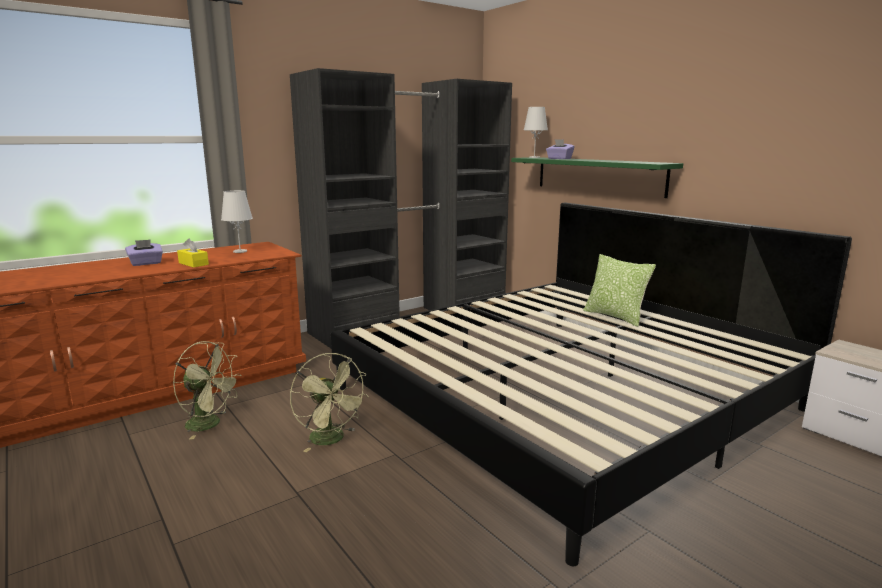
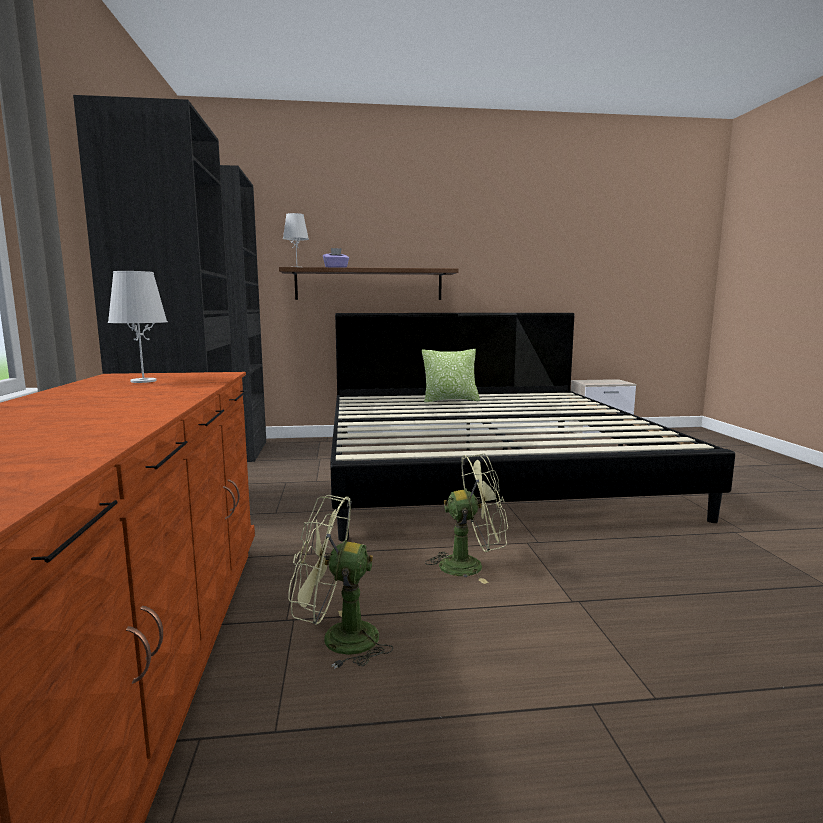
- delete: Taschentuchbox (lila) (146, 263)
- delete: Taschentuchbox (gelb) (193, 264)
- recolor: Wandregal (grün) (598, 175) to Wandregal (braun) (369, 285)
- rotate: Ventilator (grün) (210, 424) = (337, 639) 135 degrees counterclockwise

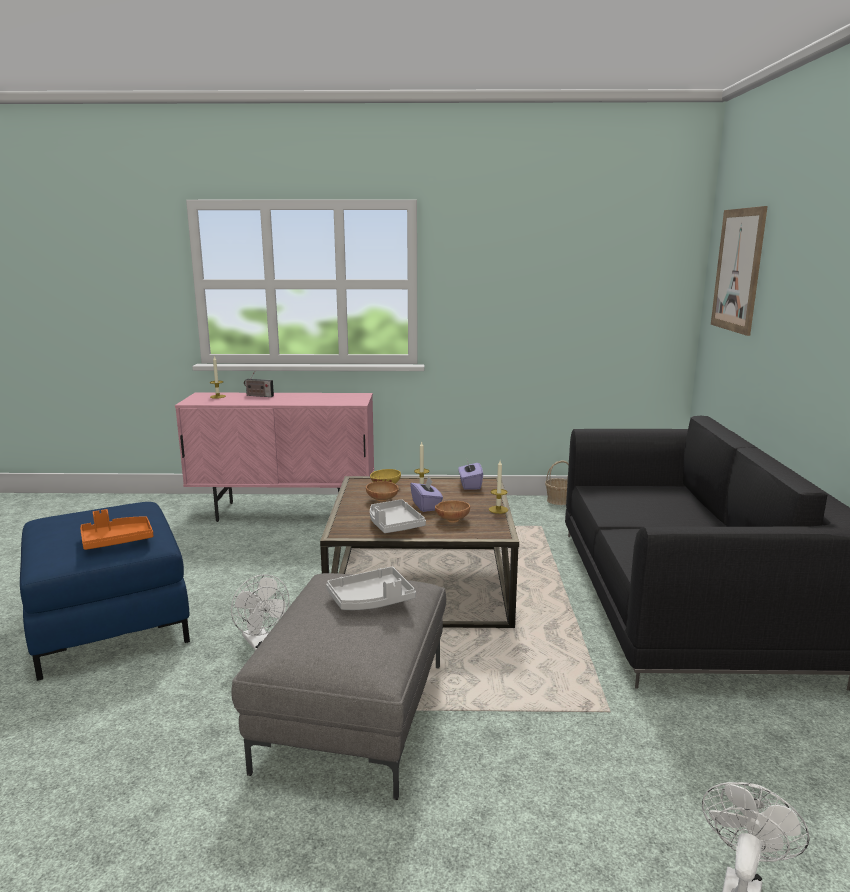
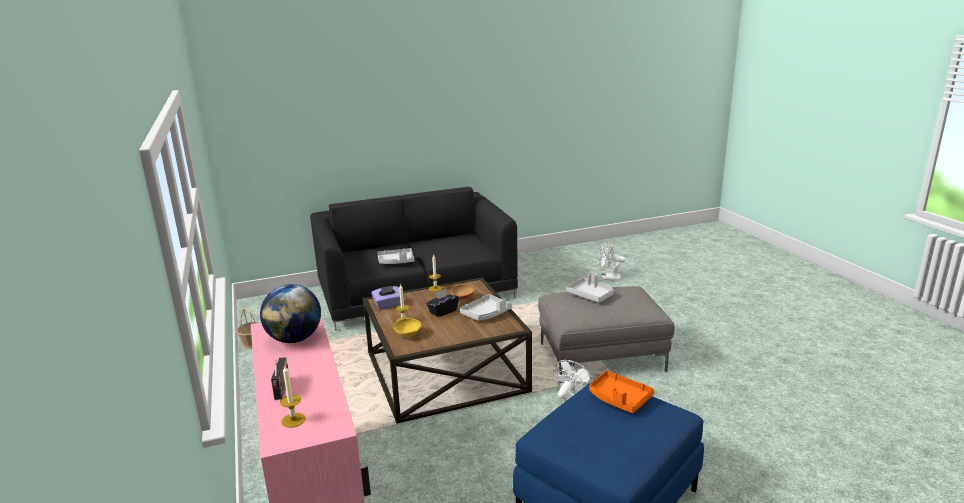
- delete: Schüssel (braun) (382, 500)
- delete: Bild (738, 270)
- insert: Globus (295, 339)
- insert: Tablett (grau) (396, 261)
- recolor: Taschentuchbox (lila) (426, 506) to Taschentuchbox (schwarz) (443, 311)

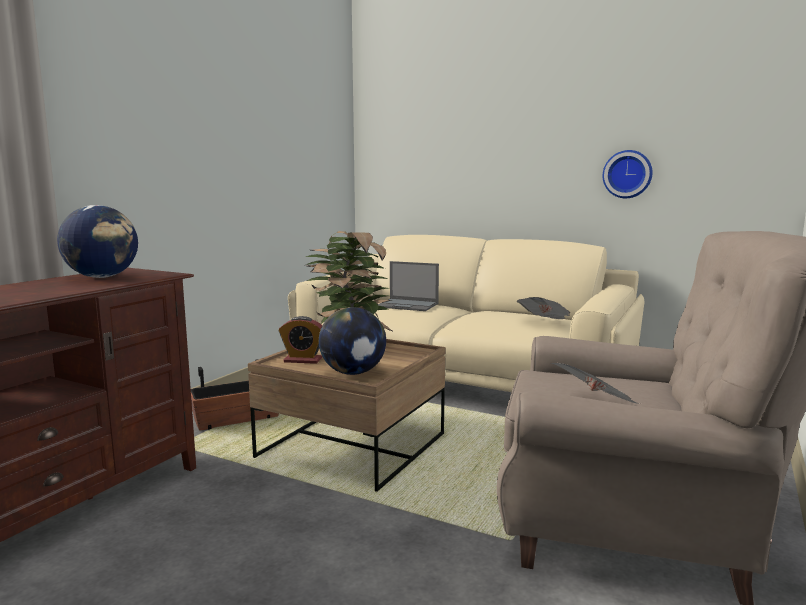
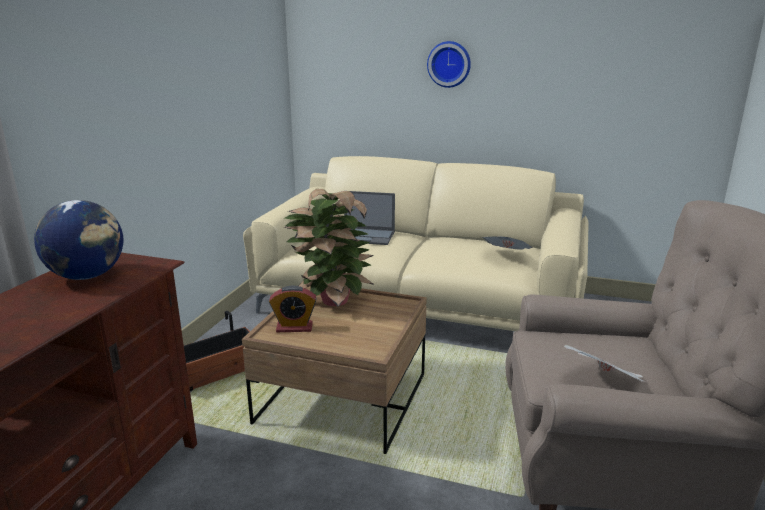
- delete: Globus (353, 373)
- move: Wanduhr (627, 174) to (449, 64)

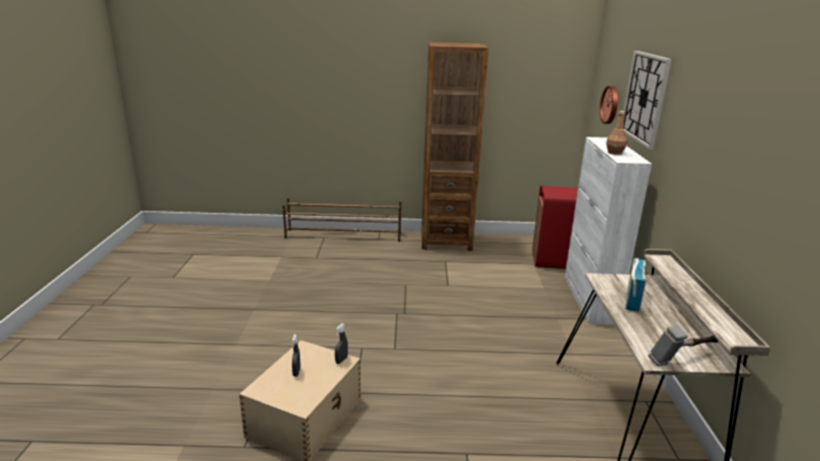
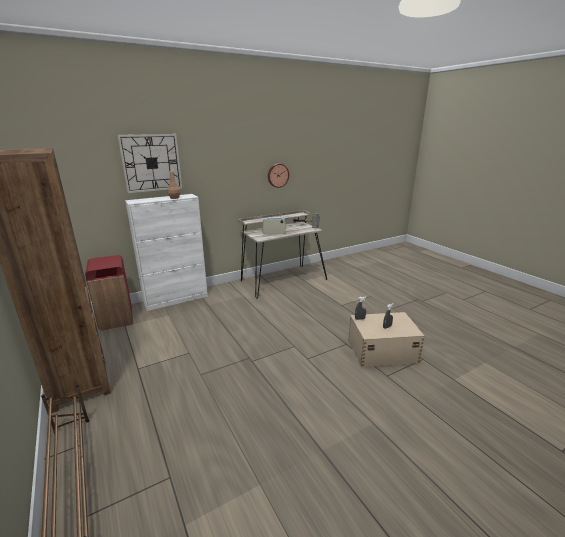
- move: Wanduhr (610, 105) to (277, 175)

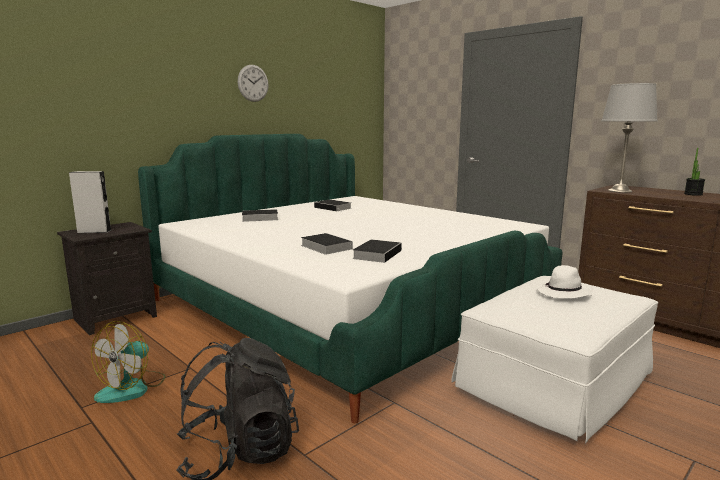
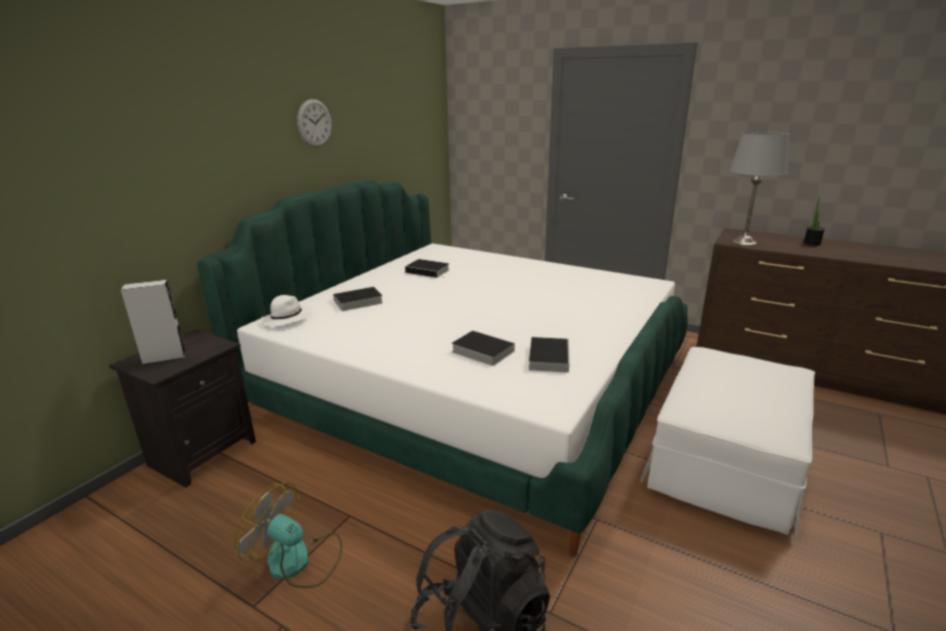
- move: Hut (weiß) (564, 293) to (286, 319)
- rotate: Ventilator (132, 388) = (298, 561) 105 degrees clockwise

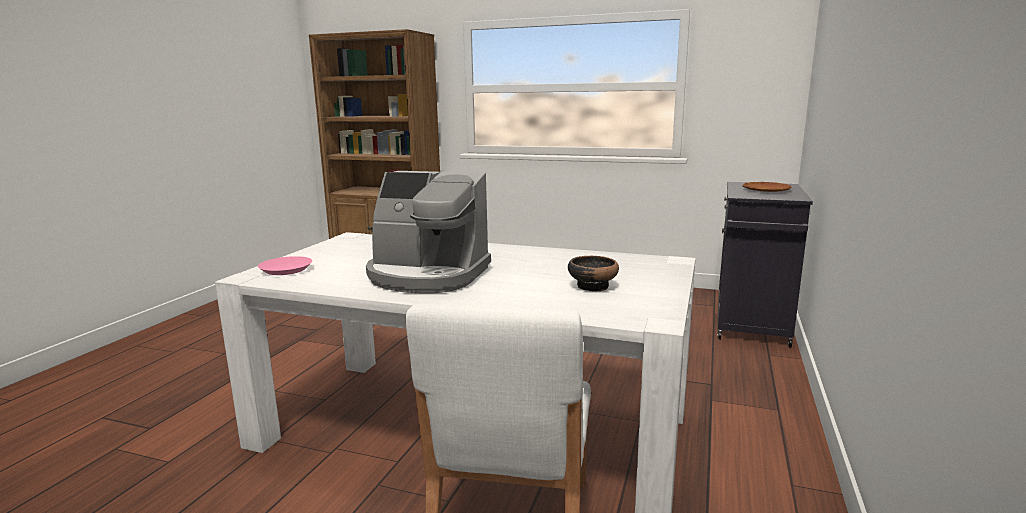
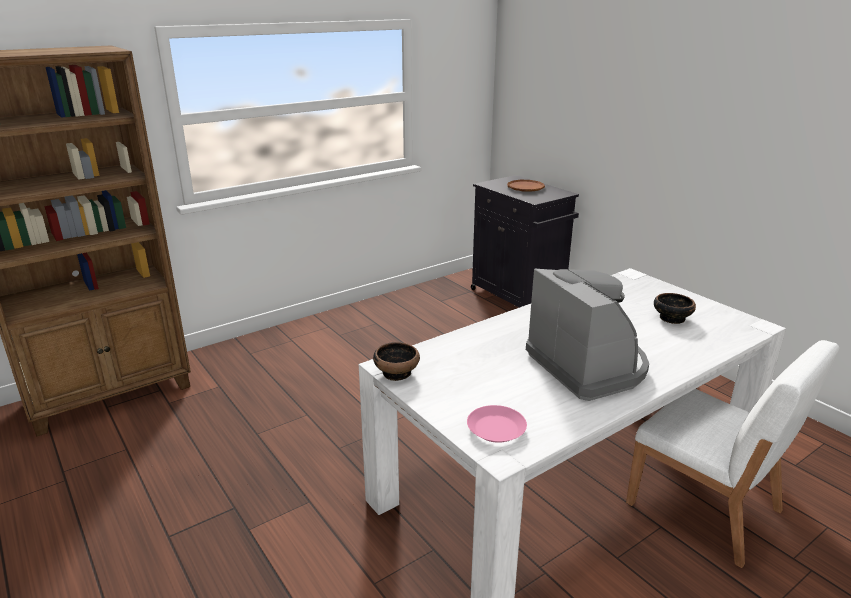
- insert: Schüssel (397, 372)
- rotate: Kaffeemaschine (427, 275) = (588, 365) 75 degrees counterclockwise

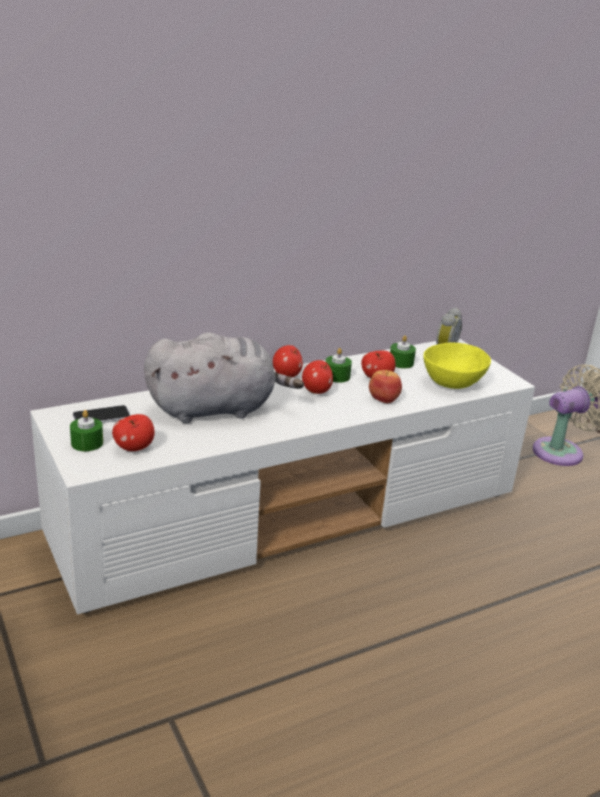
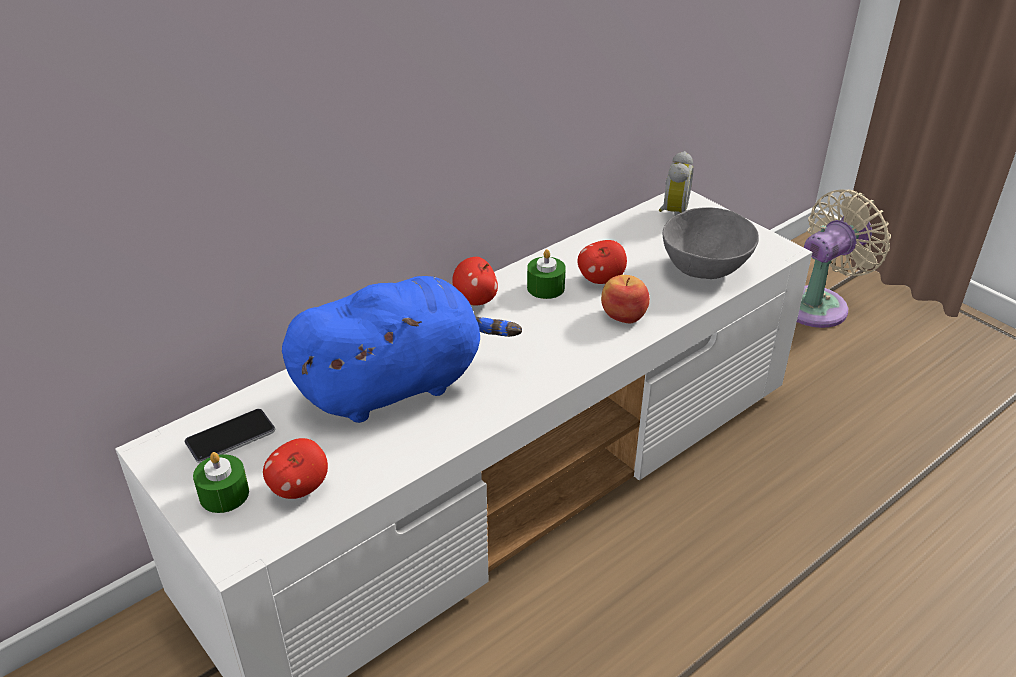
- delete: Apfel (316, 391)
- delete: Kerze (grün) (401, 362)
- recolor: Plüschtier (grau) (216, 409) to Plüschtier (blau) (397, 385)
- recolor: Schüssel (gelb) (454, 383) to Schüssel (grau) (706, 268)

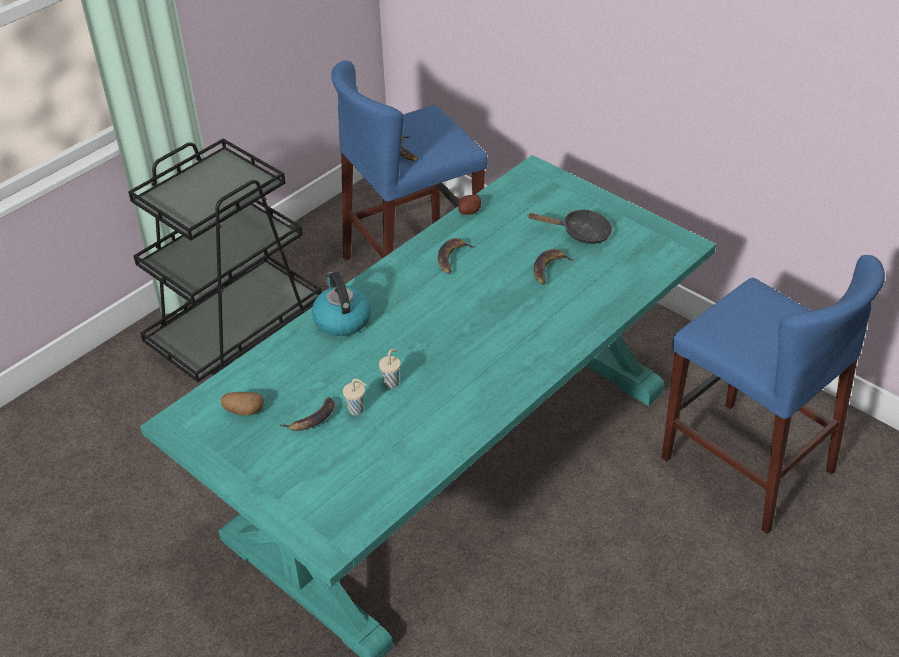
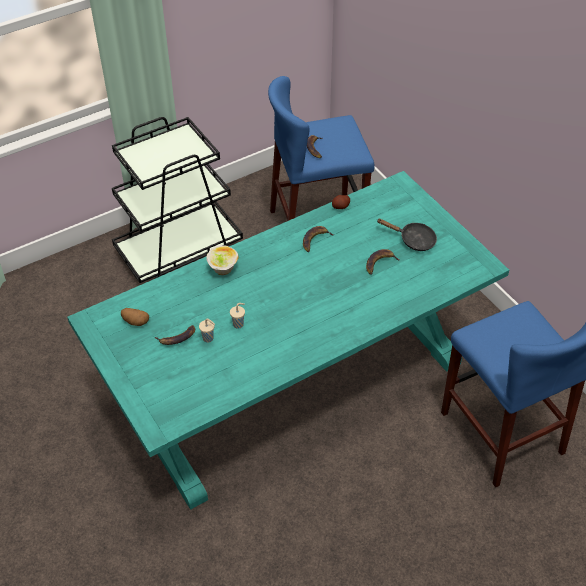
- replace: Wasserkessel (342, 319) to Schüssel (222, 270)

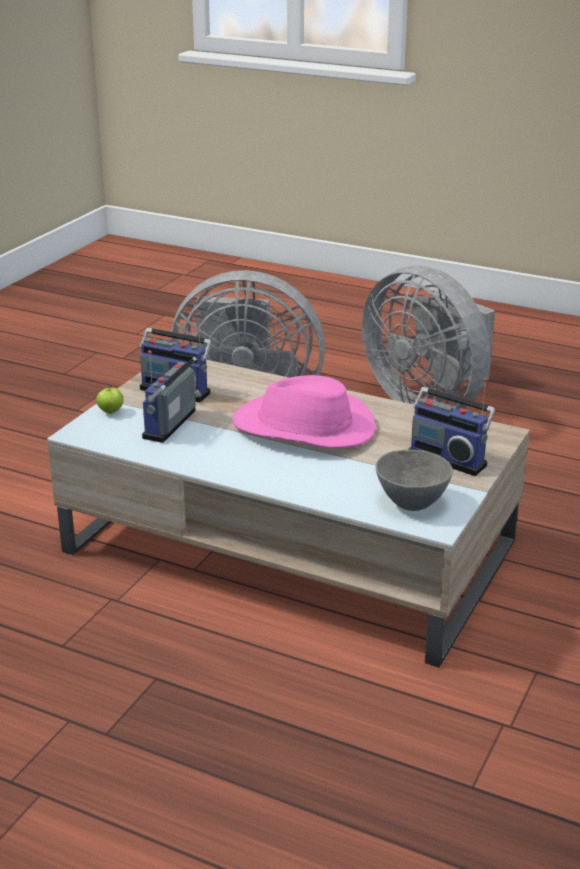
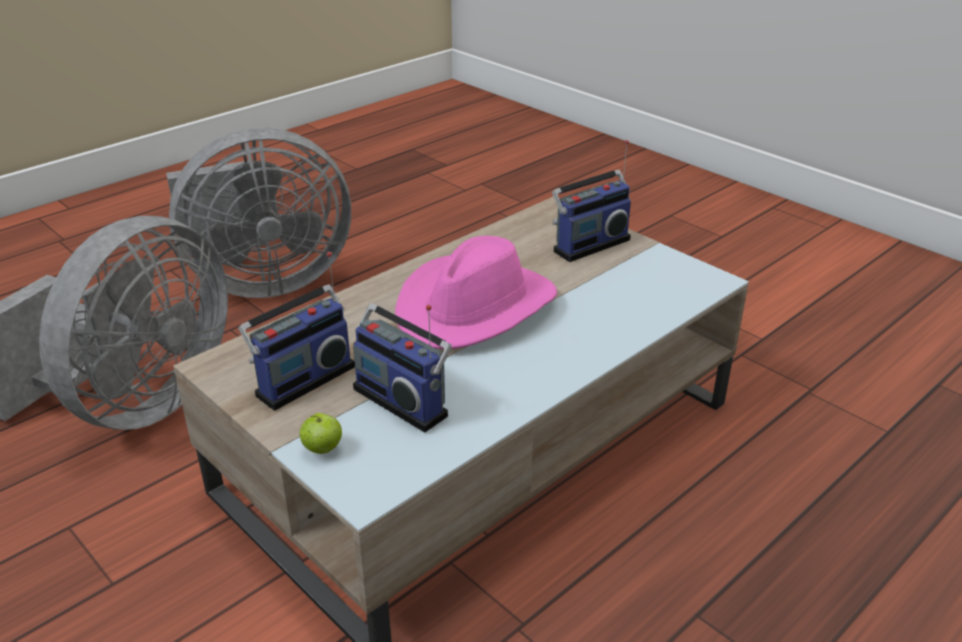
- delete: Schüssel (grau) (411, 504)

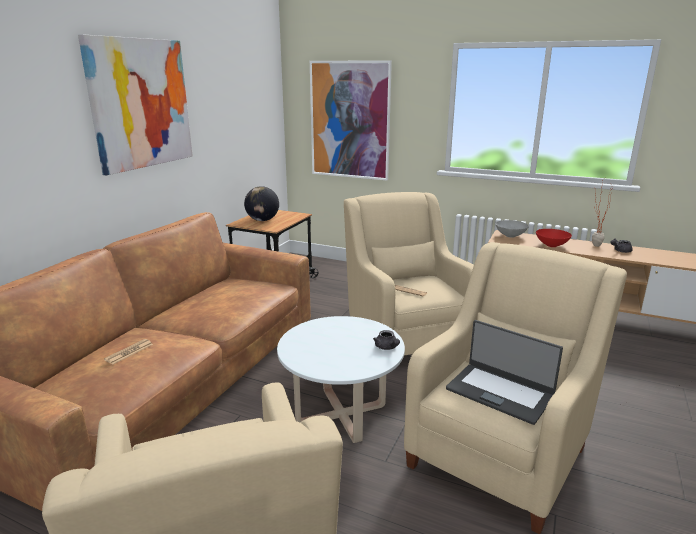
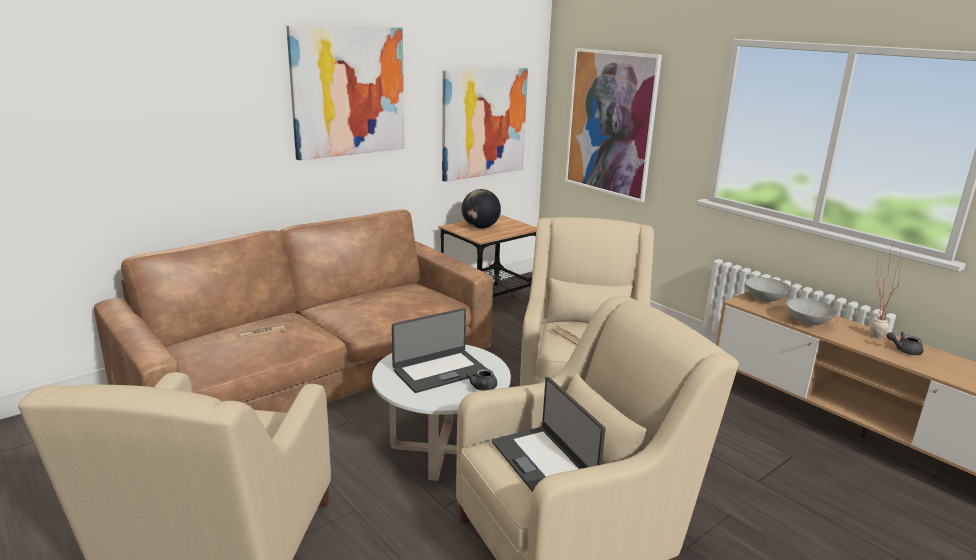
- insert: Laptop (440, 371)
- insert: Bild (484, 123)
- recolor: Schüssel (rot) (552, 245) to Schüssel (grau) (807, 323)

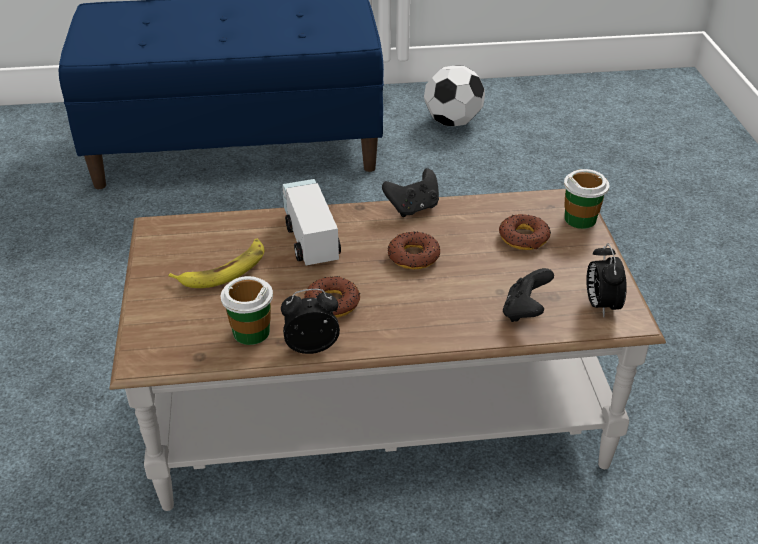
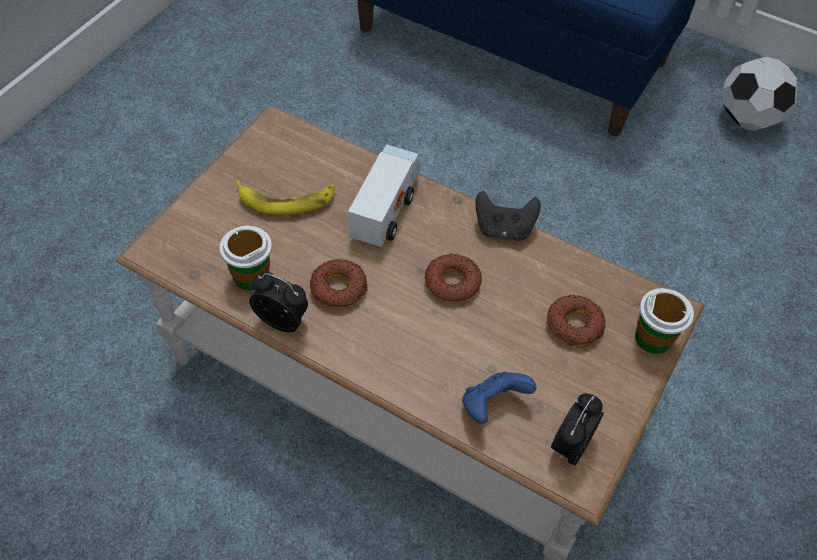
- recolor: Gamepad (schwarz) (525, 311) to Gamepad (blau) (492, 405)

